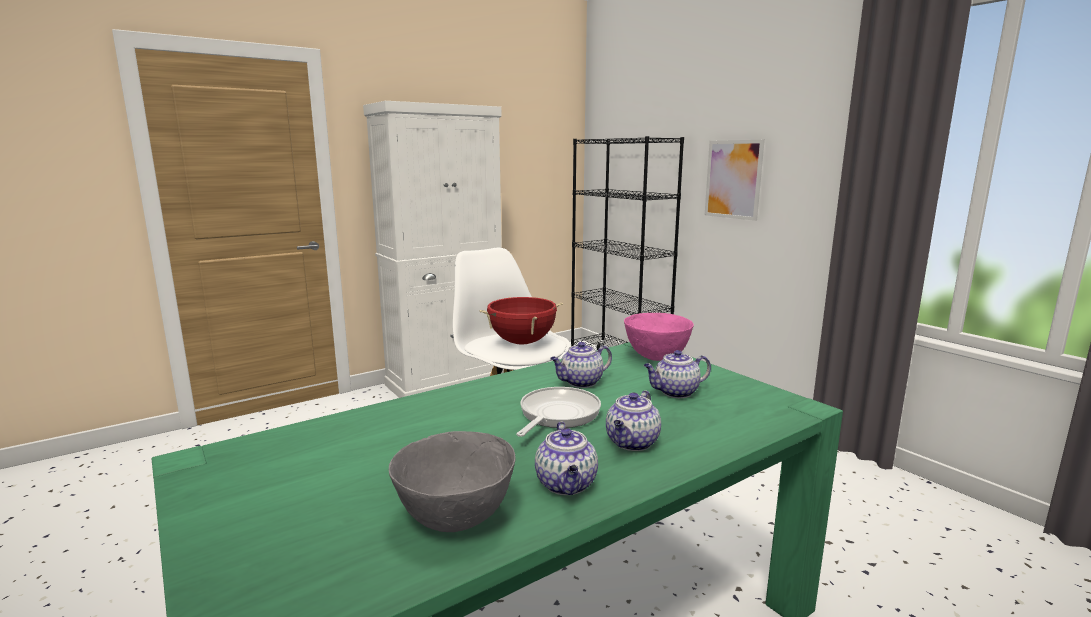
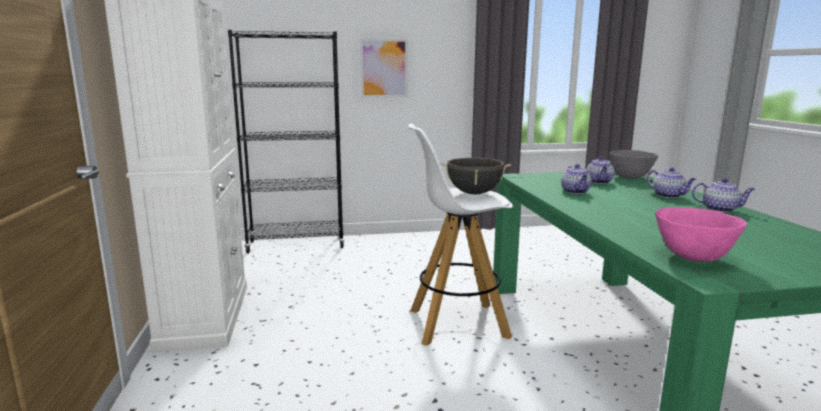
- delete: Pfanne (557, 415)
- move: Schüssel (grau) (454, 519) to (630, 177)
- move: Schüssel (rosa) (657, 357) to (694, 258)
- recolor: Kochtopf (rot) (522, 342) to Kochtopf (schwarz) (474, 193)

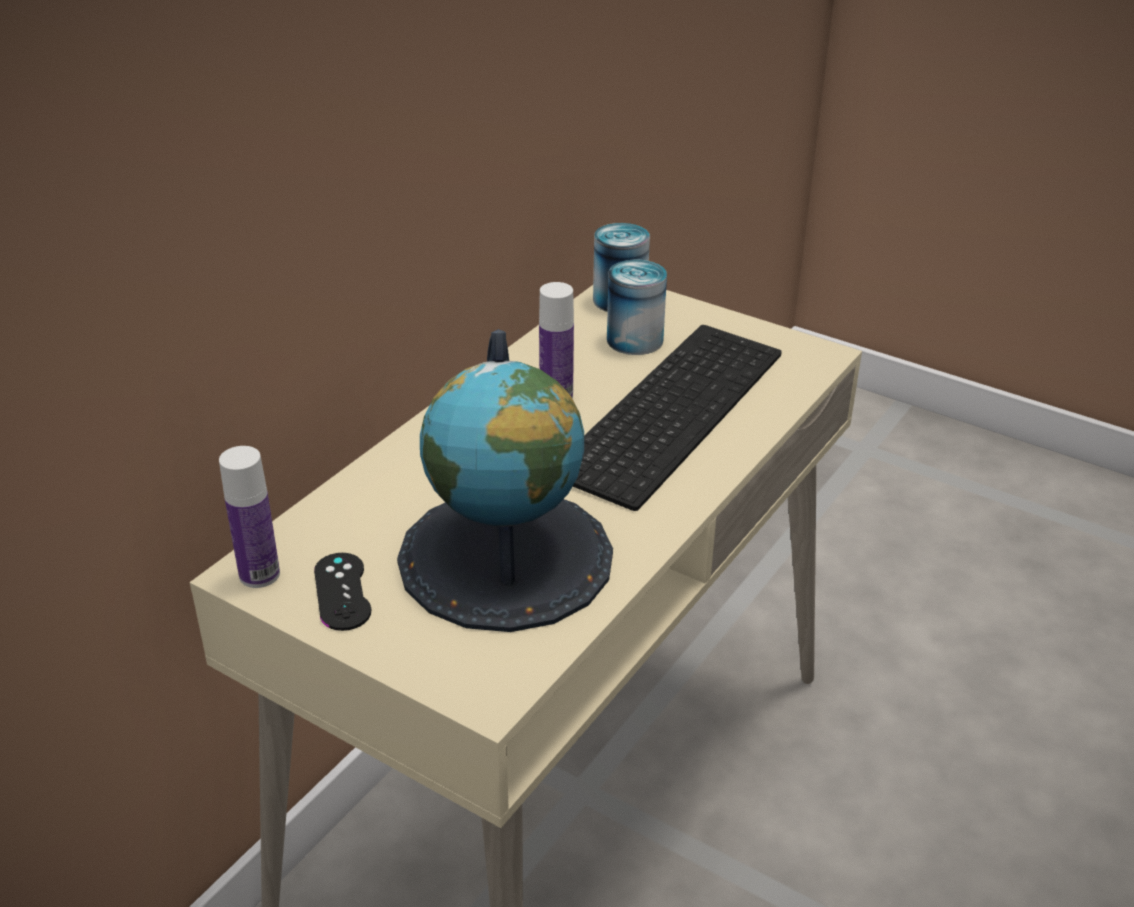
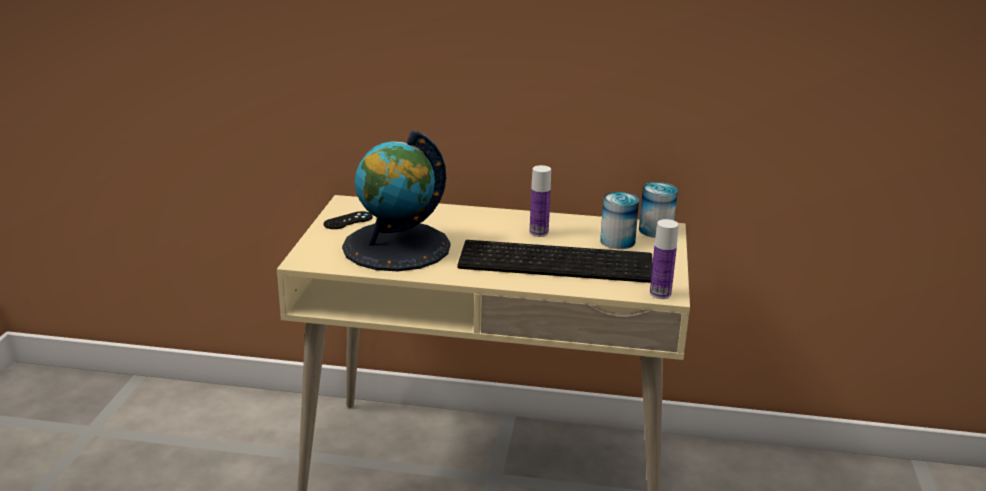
- move: Flasche (259, 574) to (660, 294)

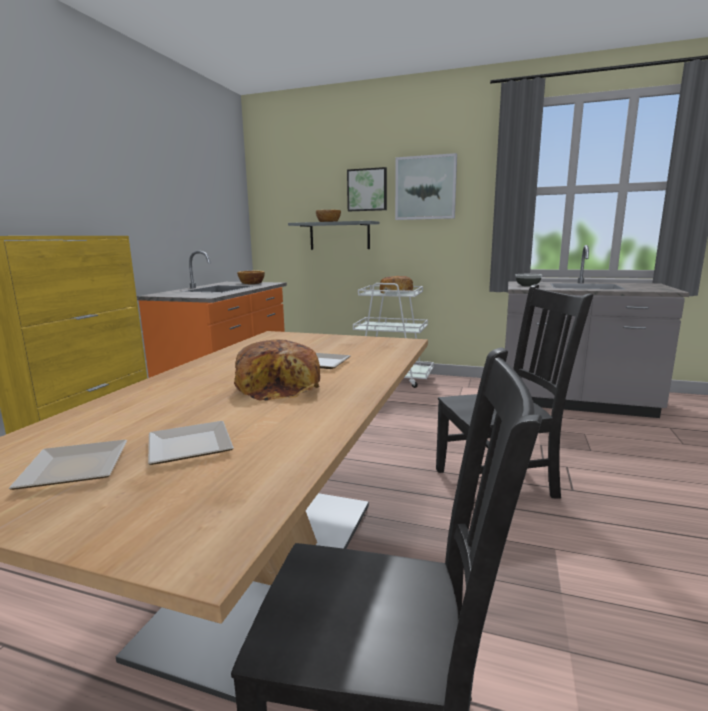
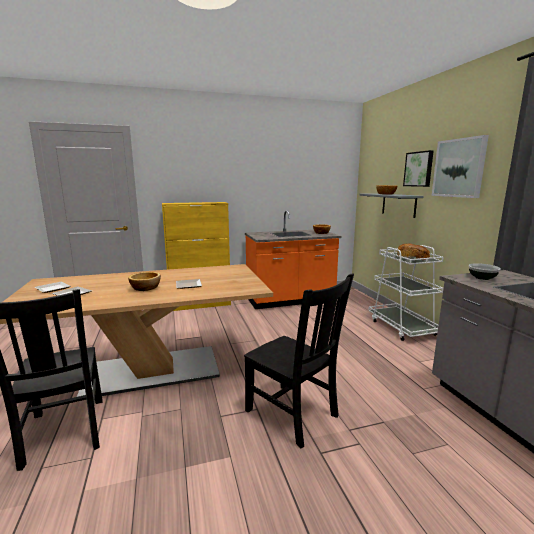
- replace: Brot (280, 386) to Schüssel (146, 288)

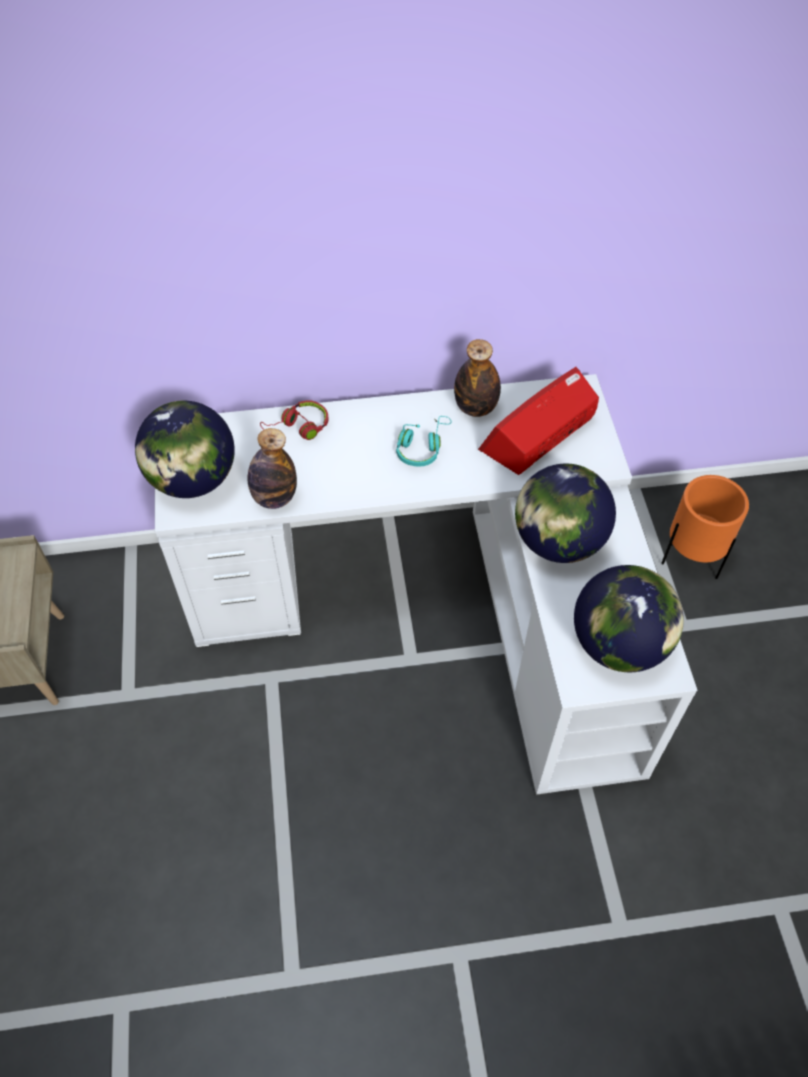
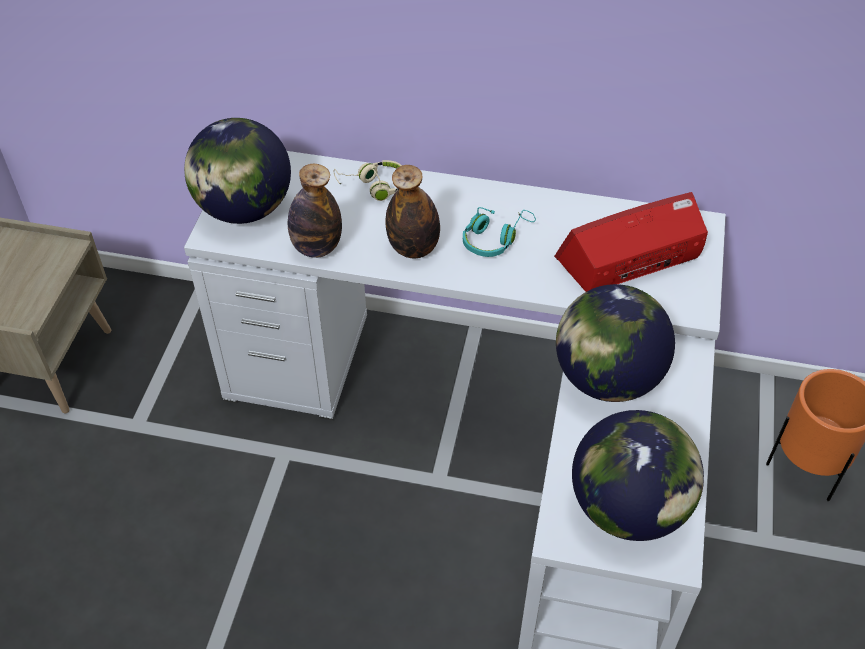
- move: Flasche (475, 408) to (413, 248)
- recolor: Kopfhörer (rot) (299, 427) to Kopfhörer (beige) (374, 186)

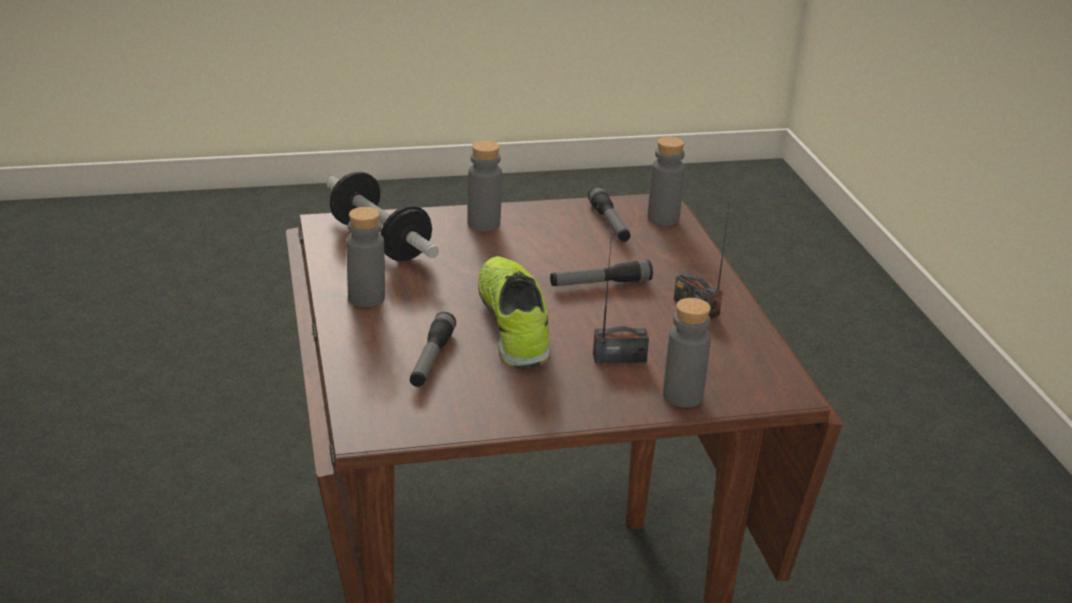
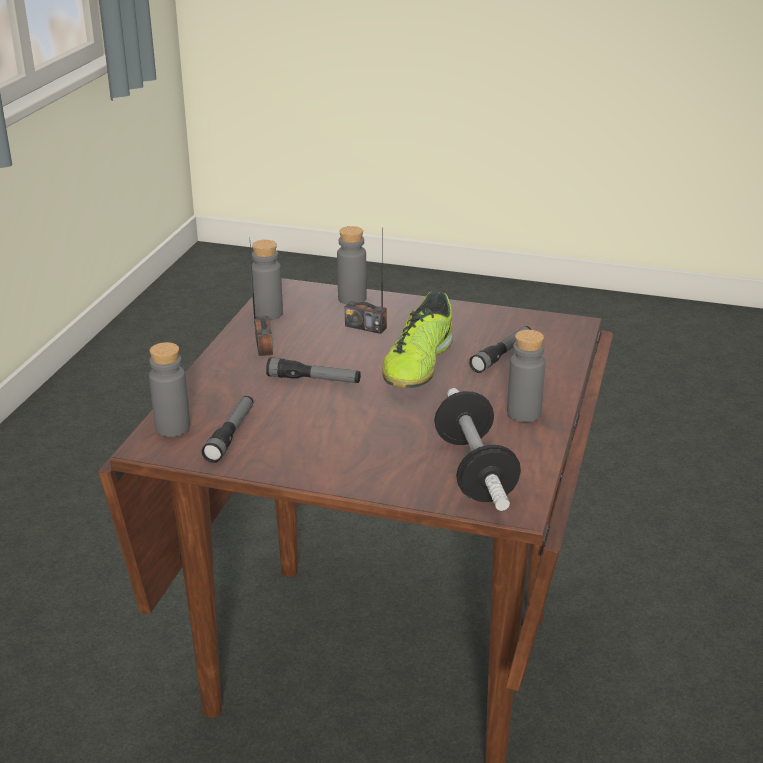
- move: Flasche (grau) (483, 224) to (268, 314)

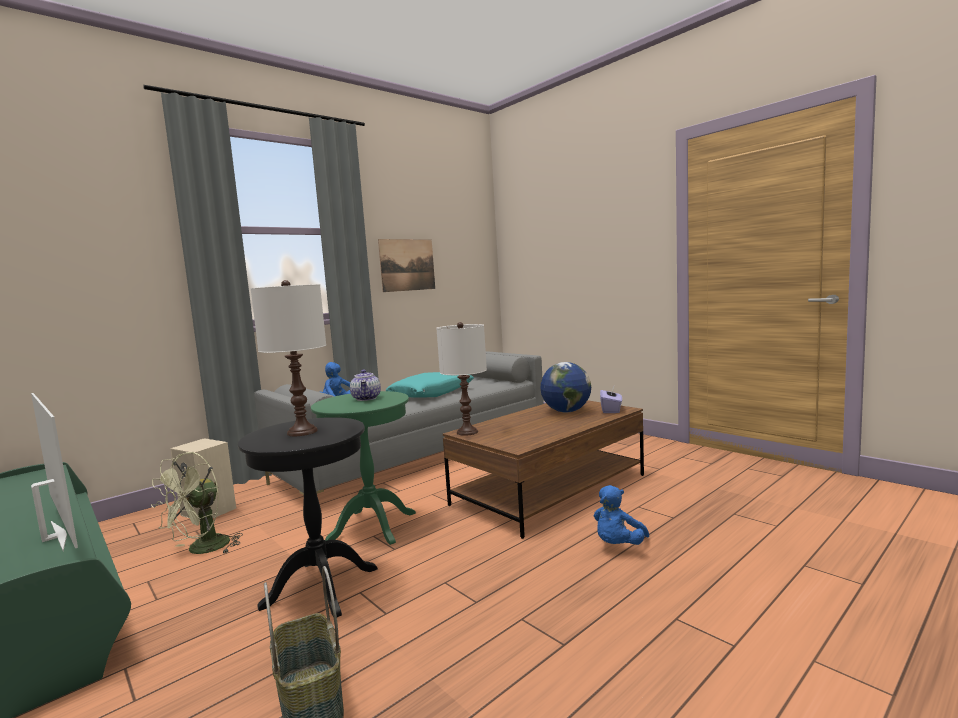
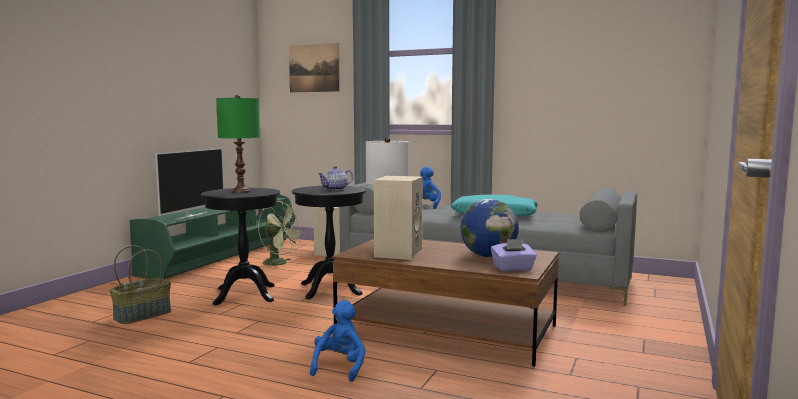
- insert: Lautsprecher (beige) (398, 253)
- move: Bild (407, 265) to (314, 68)
- recolor: Tischlampe (weiß) (302, 431) to Tischlampe (grün) (241, 191)
- recolor: Beistelltisch (grün) (372, 526) to Beistelltisch (schwarz) (330, 289)
- rotate: Ventilator (grün) (202, 550) = (280, 263) 150 degrees counterclockwise
- rotate: Plüschtier (blau) (618, 545) = (340, 367) 90 degrees clockwise

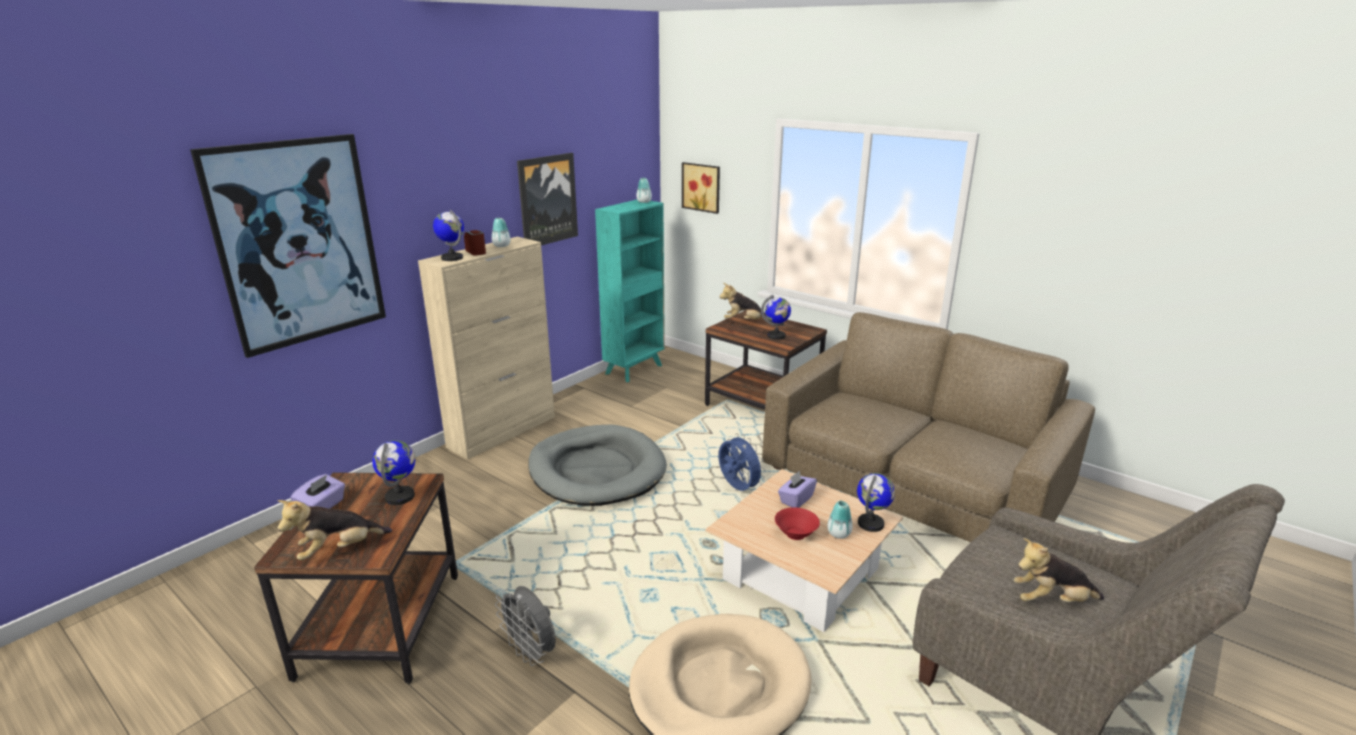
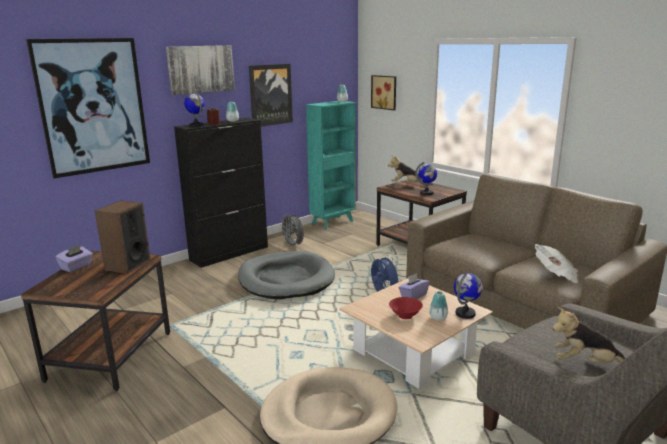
- delete: Plüschtier (338, 550)
- insert: Bild (201, 69)
- insert: Zeitung (555, 274)
- move: Ventilator (grau) (531, 653) to (293, 246)
- replace: Globus (400, 497) to Lautsprecher (127, 265)
- recolor: Schrank (beige) (503, 431) to Schrank (schwarz) (230, 253)

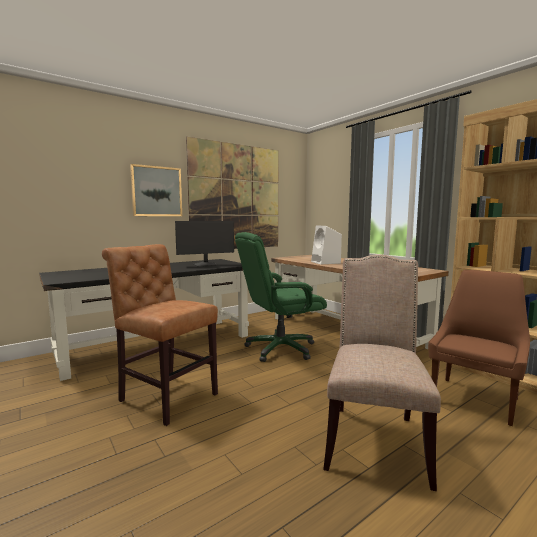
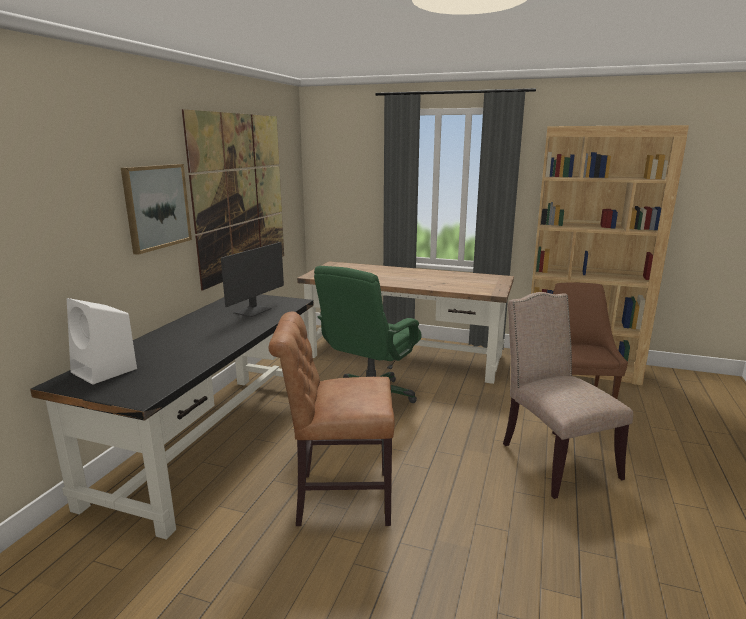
- move: Lautsprecher (weiß) (326, 262) to (105, 371)

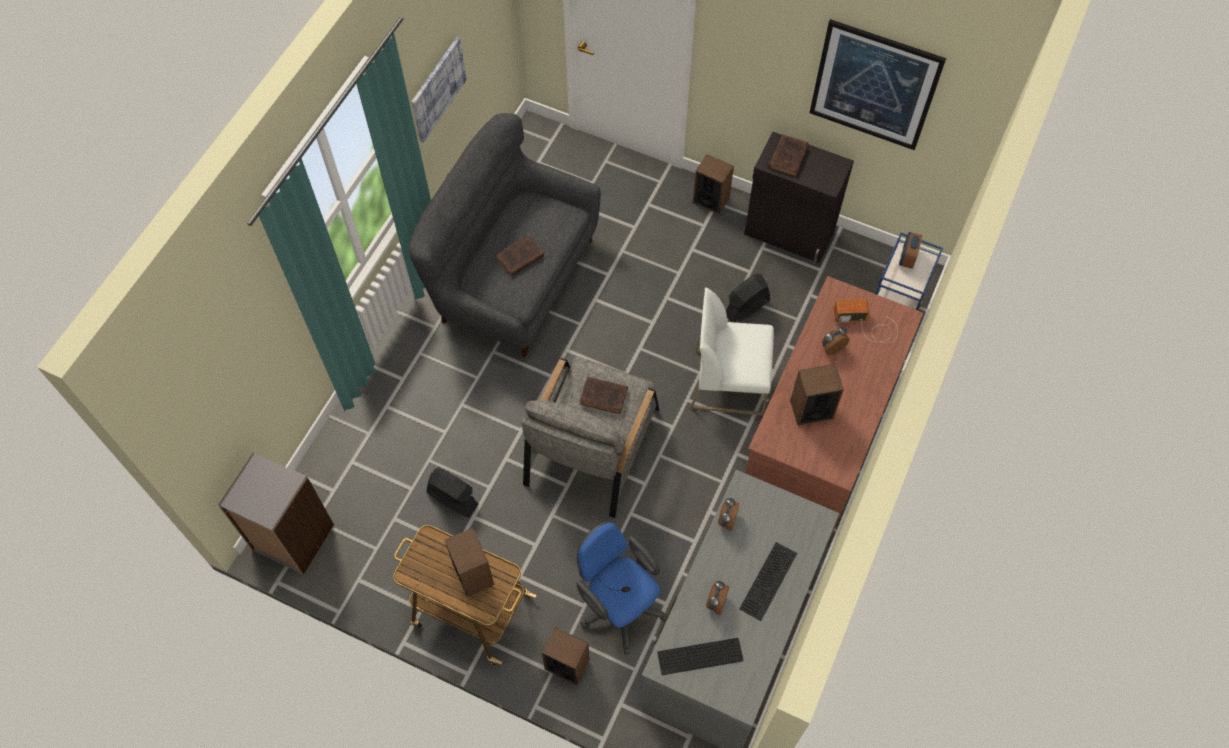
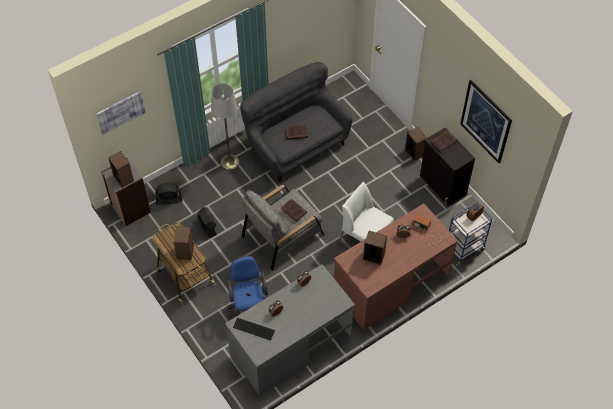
- delete: Tastatur (769, 582)
- insert: Stehlampe (grau) (230, 162)
- move: Bild (437, 89) to (120, 112)
- move: Lautsprecher (567, 664) to (123, 178)
- move: Ventilator (schwarz) (746, 307) to (169, 199)

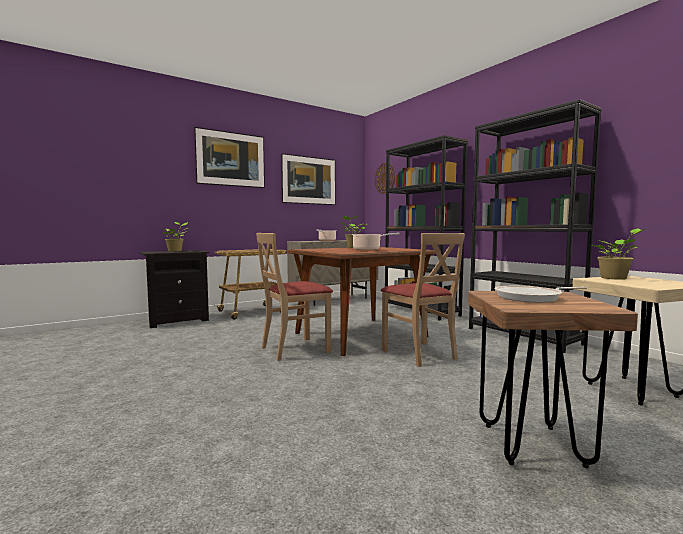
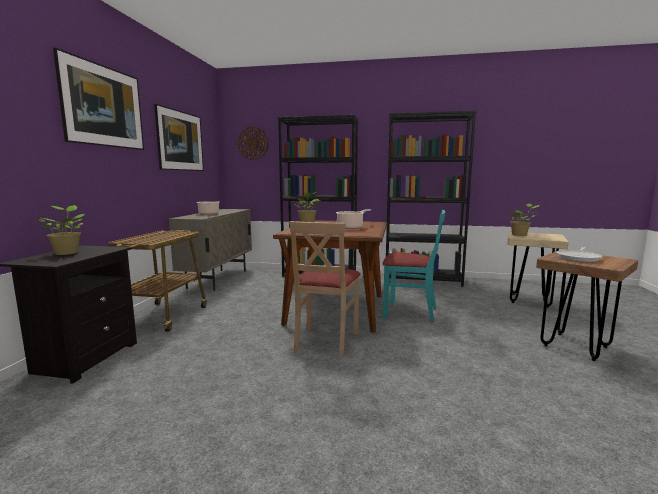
- recolor: Stuhl (beige) (419, 354) to Stuhl (türkis) (410, 312)

